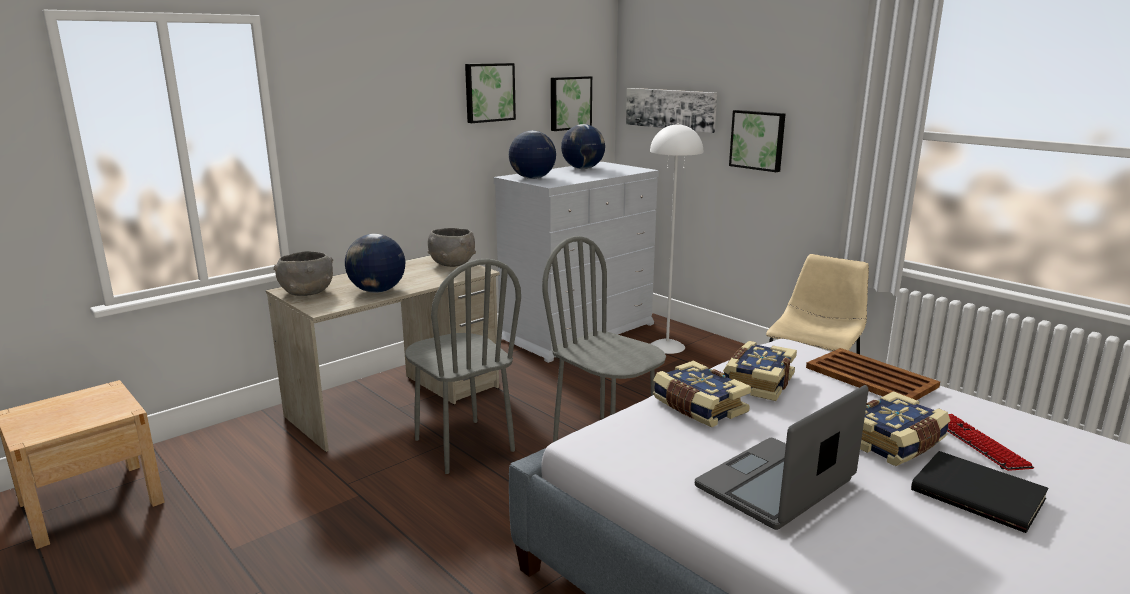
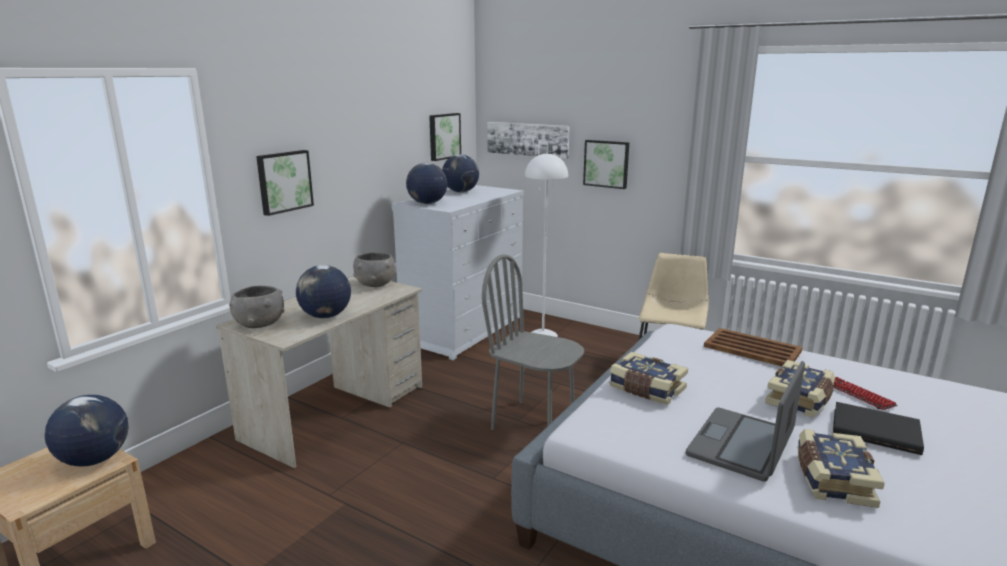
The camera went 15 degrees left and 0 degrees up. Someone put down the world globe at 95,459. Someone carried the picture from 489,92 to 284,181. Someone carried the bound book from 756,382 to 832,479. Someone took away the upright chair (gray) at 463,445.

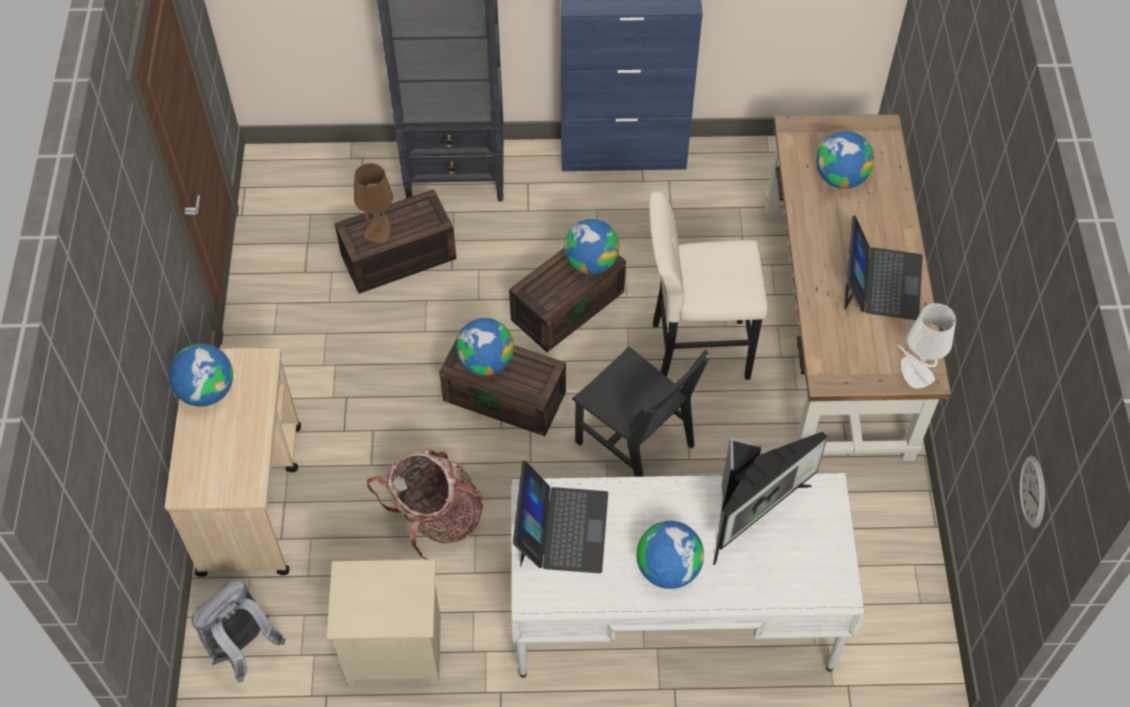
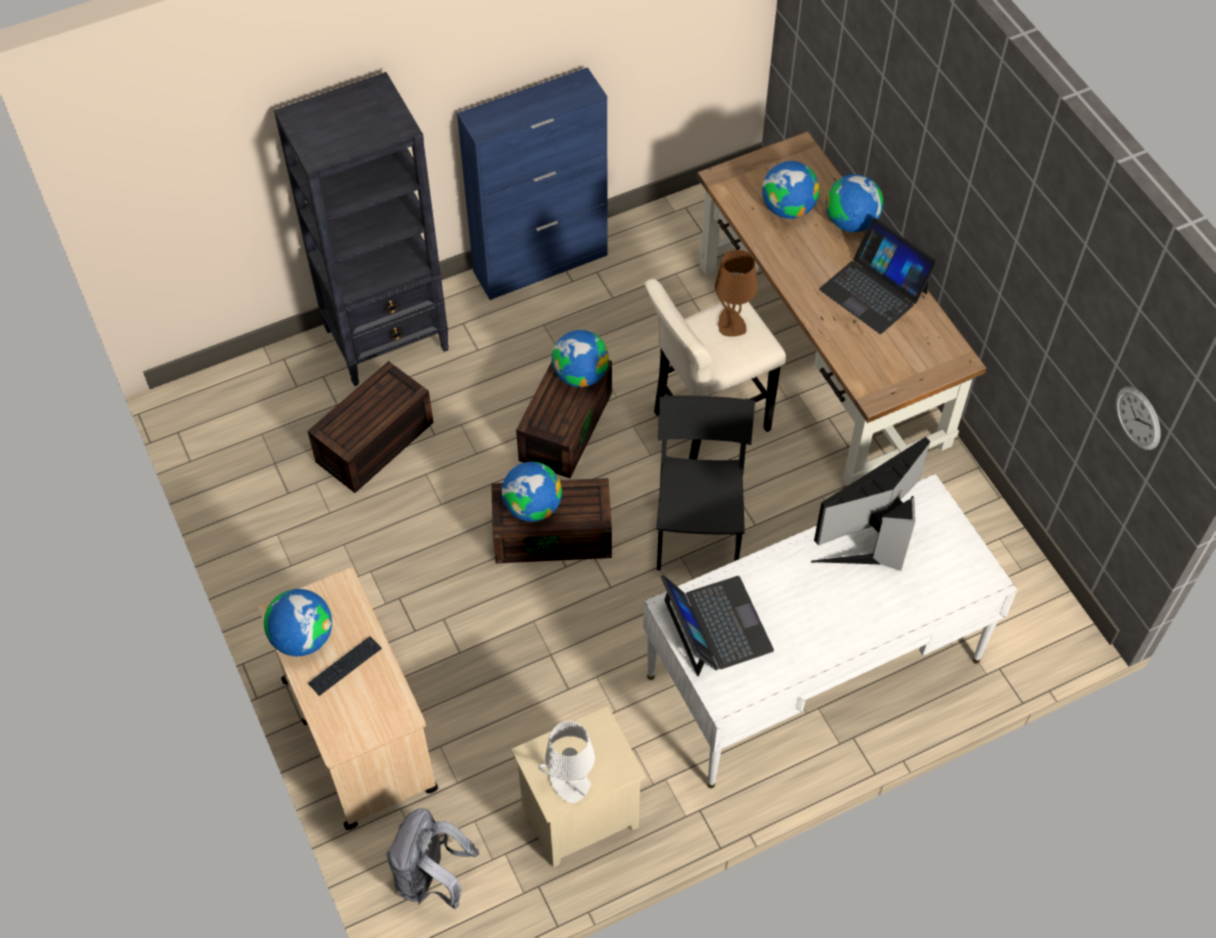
The camera went 25 degrees left and 0 degrees up. Someone put down the PC keyboard at 345,666. Someone carried the lamp for a table (white) from 915,373 to 568,785. Someone rotated the upright chair (black) at 634,444 by 105 degrees counterclockwise. Someone carried the lamp for a table (brown) from 378,230 to 730,323. Someone rotated the monitor at 750,512 by 150 degrees counterclockwise. Someone rotated the laptop at 881,281 by 150 degrees clockwise. Someone carried the world globe from 668,569 to 851,222. Someone took away the knapsack at 436,519.

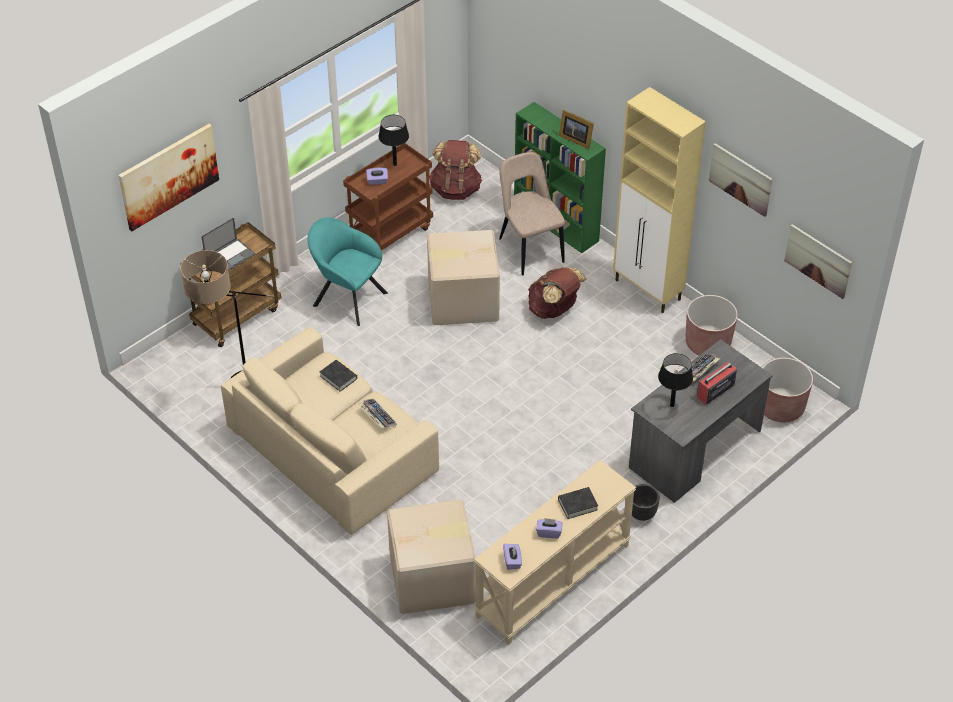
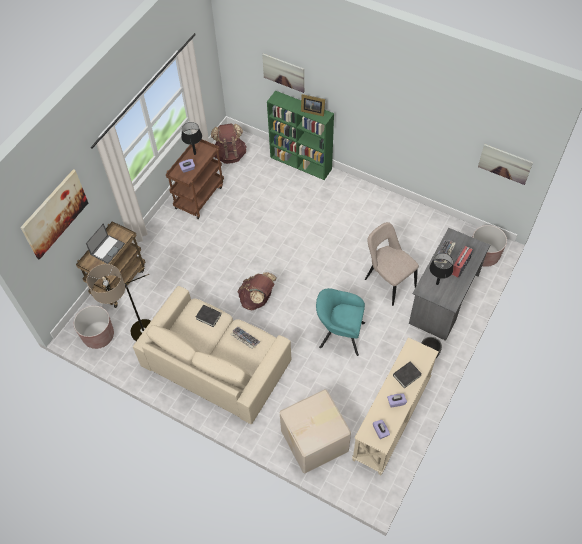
The camera went 15 degrees left and 10 degrees up. Someone carried the flower pot (brown) from 707,343 to 98,336. Someone carried the knapsack (brown) from 554,309 to 257,299. Someone carried the picture from 740,179 to 283,72. Someone carried the armchair (blue-green) from 347,297 to 339,334. Someone carried the upright chair (beige) from 529,248 to 388,282. Someone took away the cardboard box at 462,300. Someone took away the storage cabinet (beige) at 648,290.

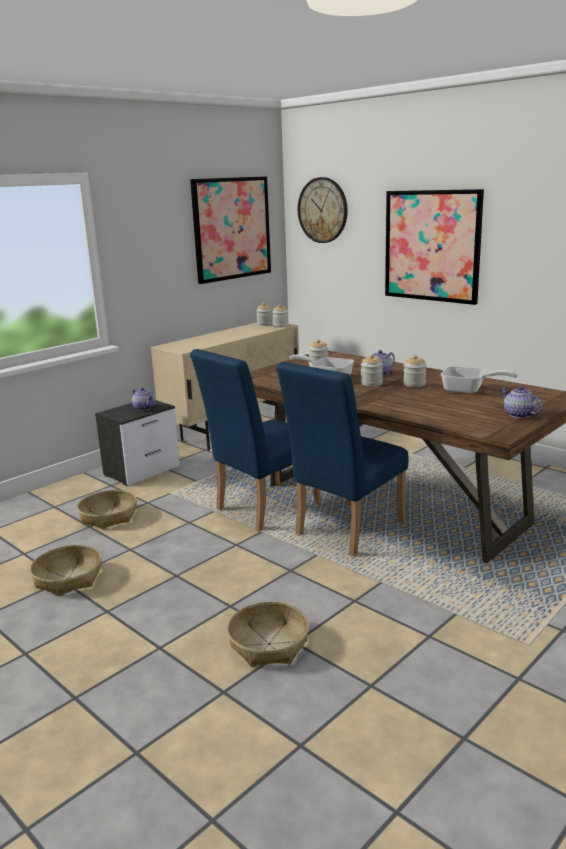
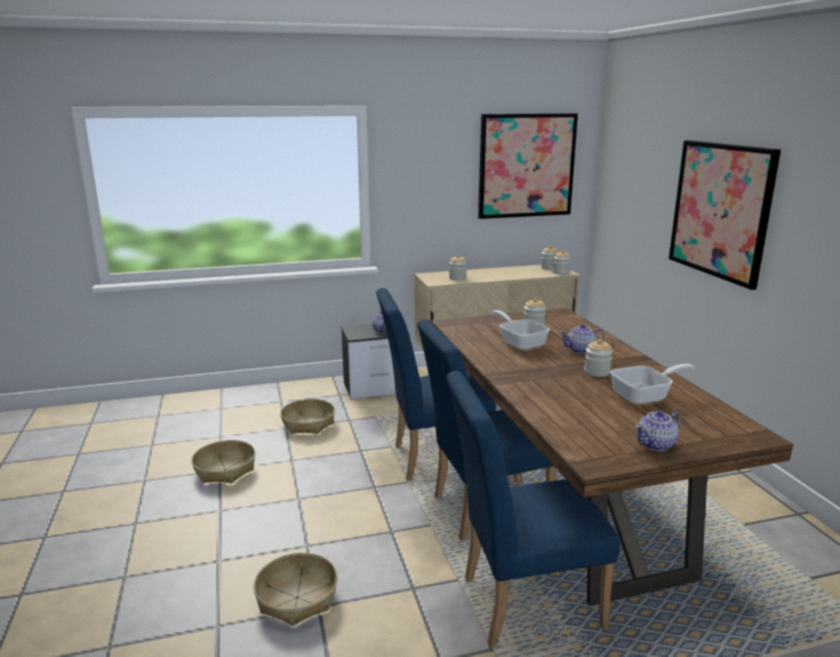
The camera went 30 degrees right and 0 degrees up. Someone put down the upright chair (blue-coloured) at 520,603. Someone carried the jar from 371,383 to 457,278. Someone rotated the pan at 468,391 by 75 degrees counterclockwise. Someone rotated the tea pot at 519,415 by 120 degrees counterclockwise. Someone took away the clock on the wall at 323,210.

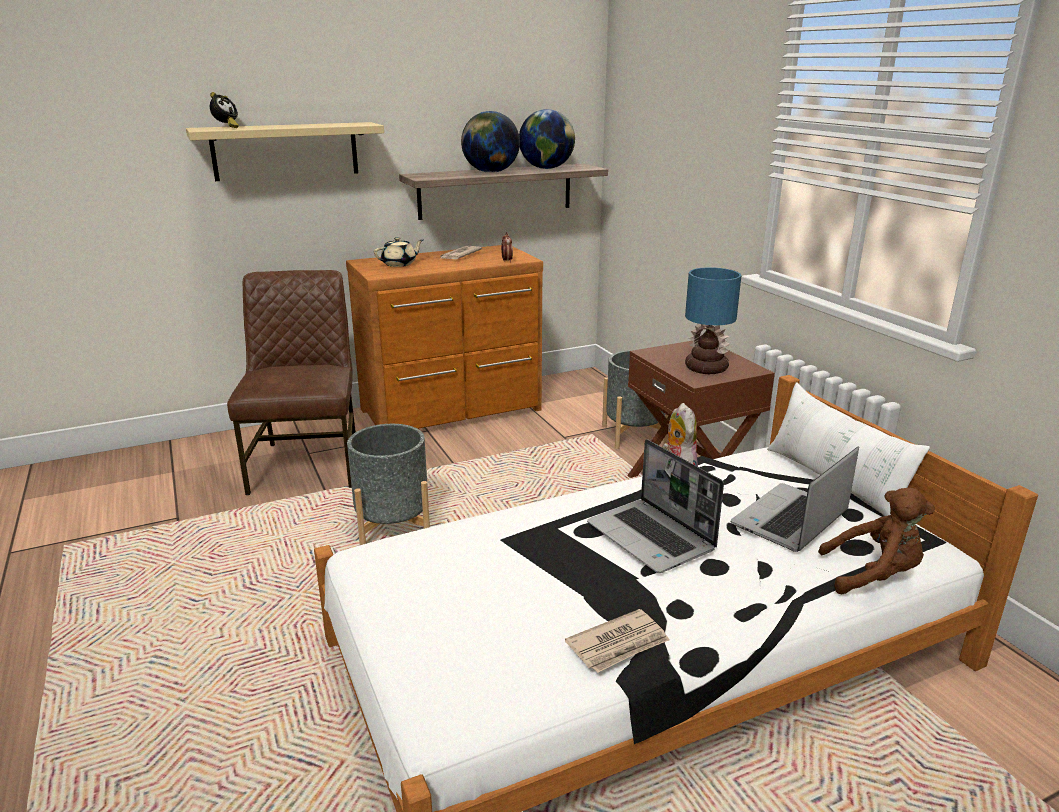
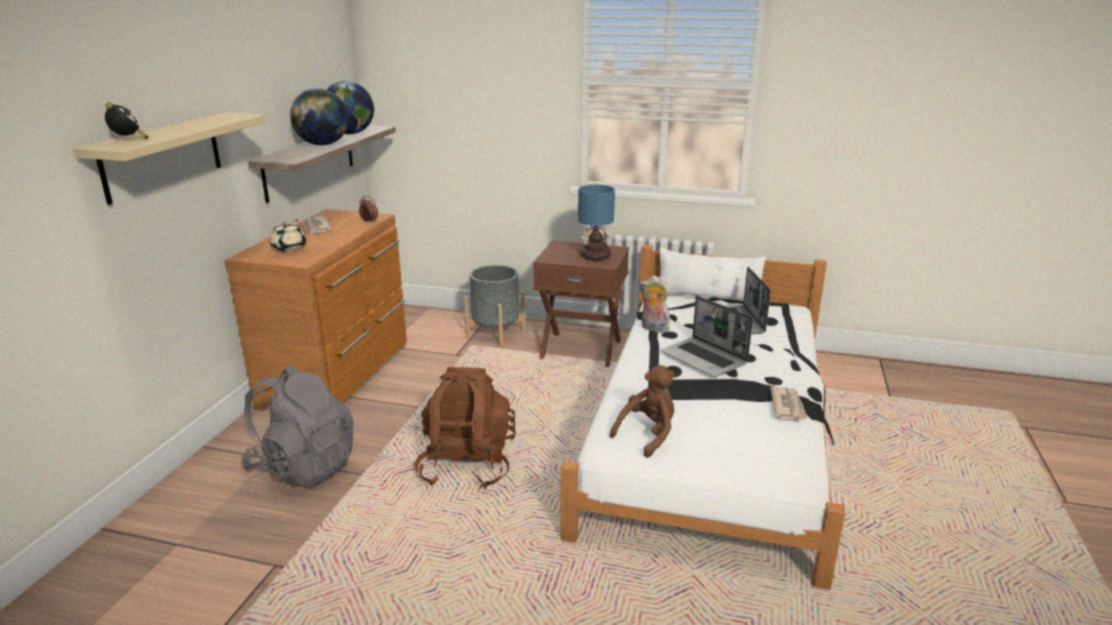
The camera went 50 degrees left and 0 degrees up. Someone swapped the upright chair (brown) at 308,464 for the knapsack (gray) at 303,467. Someone swapped the flower pot (gray) at 393,529 for the knapsack (brown) at 467,465. Someone carried the cuddly toy (brown) from 873,575 to 648,435. Someone rotated the laptop at 652,537 by 45 degrees clockwise.

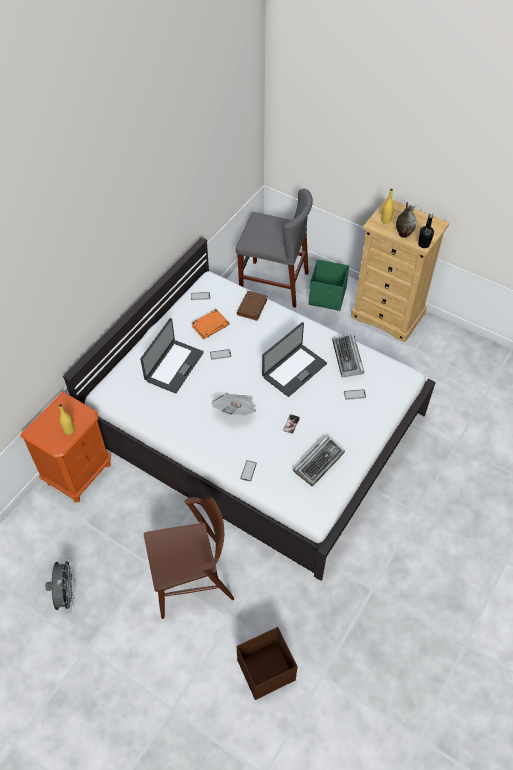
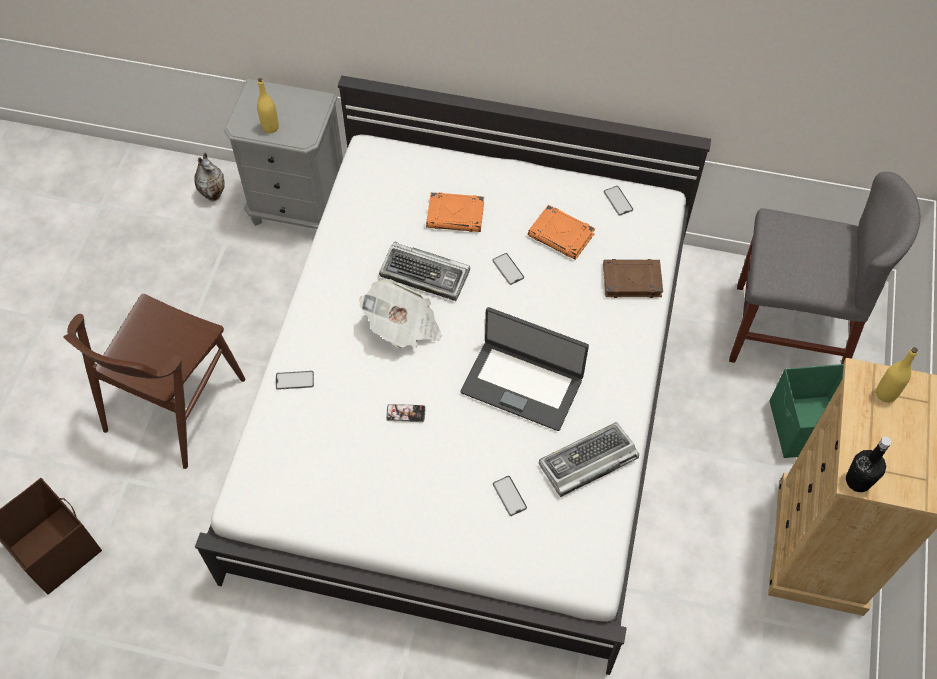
The camera went 70 degrees right and 5 degrees up. Someone rotated the upright chair (brown) at 191,579 by 60 degrees clockwise. Someone carried the vase from 403,234 to 214,194. Someone repainted the bedside table (orangey) at 79,473, which became the bedside table (gray) at 299,207. Someone carried the PC keyboard from 319,462 to 426,275. Someone swapped the laptop at 173,366 for the bound book (orangey) at 456,215. Someone rotated the upright chair (gray) at 274,283 by 75 degrees counterclockwise. Someone took away the cooling fan (gray) at 67,595.

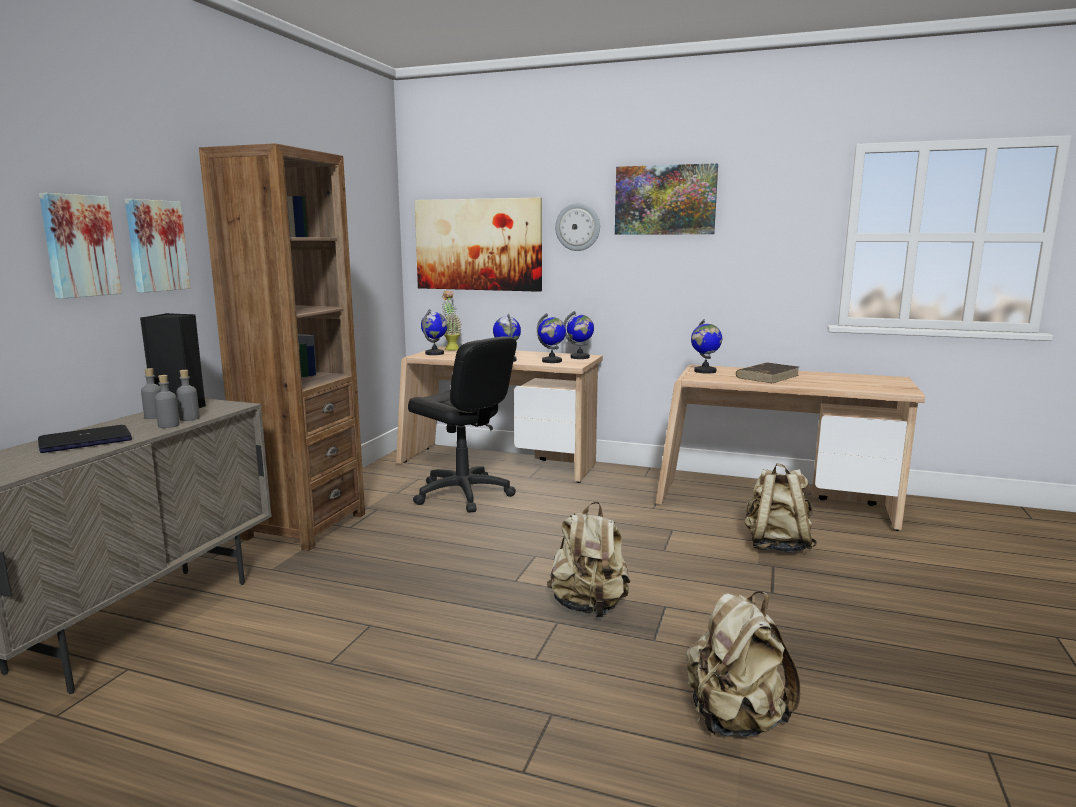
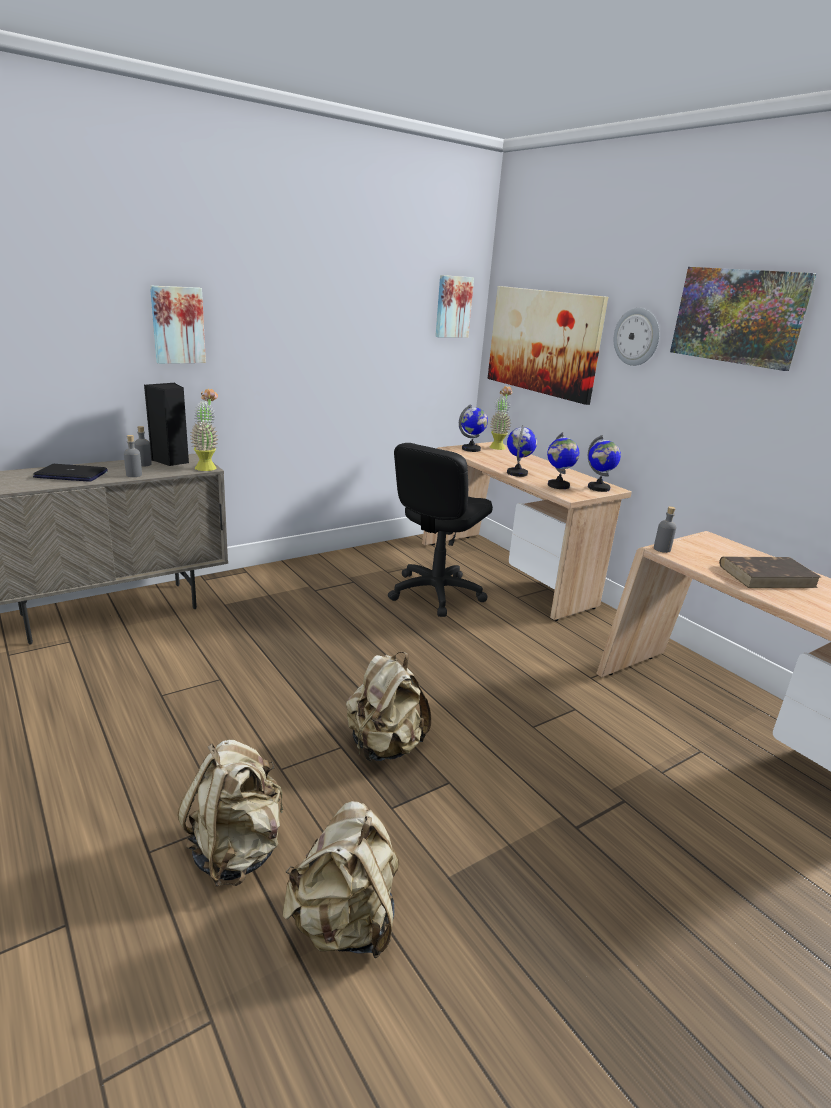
The camera went 35 degrees right and 10 degrees up. Someone carried the knapsack (beige) from 776,545 to 237,850. Someone put down the houseplant at 207,466. Someone rotated the desk chair (black) at 463,494 by 45 degrees clockwise. Someone carried the picture from 79,246 to 452,306. Someone carried the drink bottle (gray) from 189,418 to 662,549. Someone took away the bookcase (brown) at 305,526. Someone took away the world globe at 705,371.

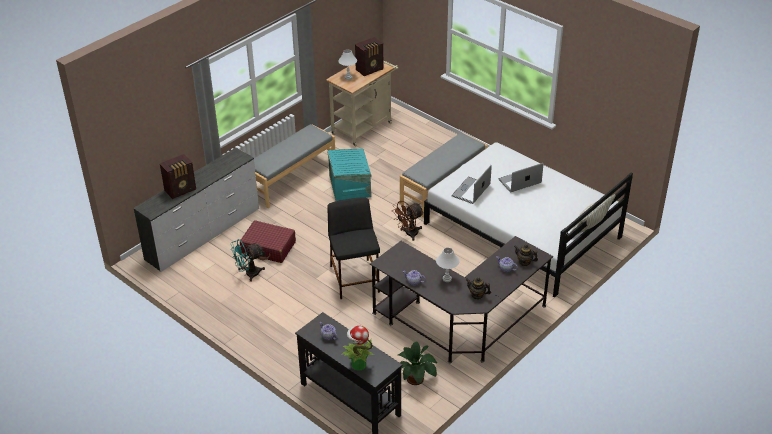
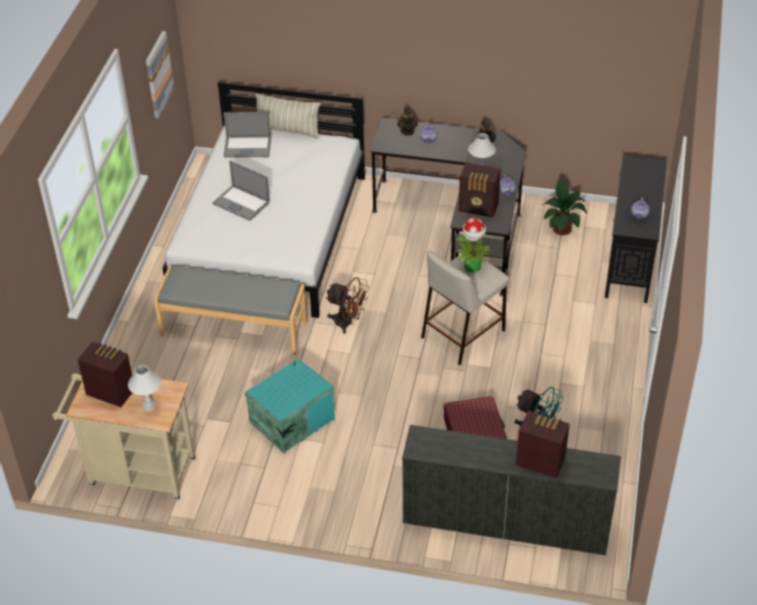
The camera went 120 degrees left and 5 degrees up. Someone put up the picture at 158,74. Someone carried the laptop from 471,190 to 247,147. Someone repainted the sitting stool (black) at 355,279, which became the sitting stool (beige) at 463,333. Someone carried the houseplant from 358,365 to 473,267. Someone put down the radio at 479,208. Someone took away the long seat (gray) at 291,179.

